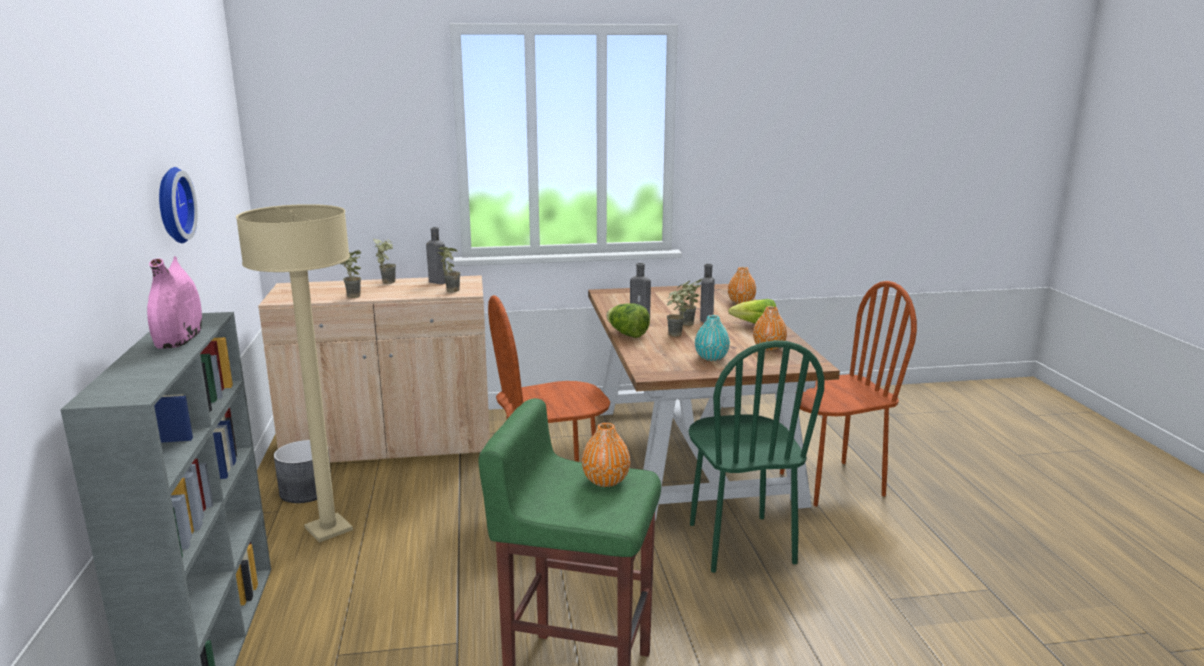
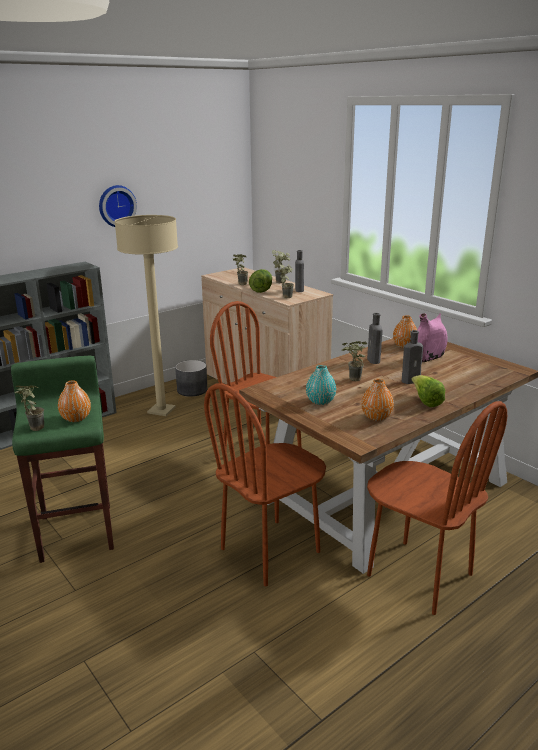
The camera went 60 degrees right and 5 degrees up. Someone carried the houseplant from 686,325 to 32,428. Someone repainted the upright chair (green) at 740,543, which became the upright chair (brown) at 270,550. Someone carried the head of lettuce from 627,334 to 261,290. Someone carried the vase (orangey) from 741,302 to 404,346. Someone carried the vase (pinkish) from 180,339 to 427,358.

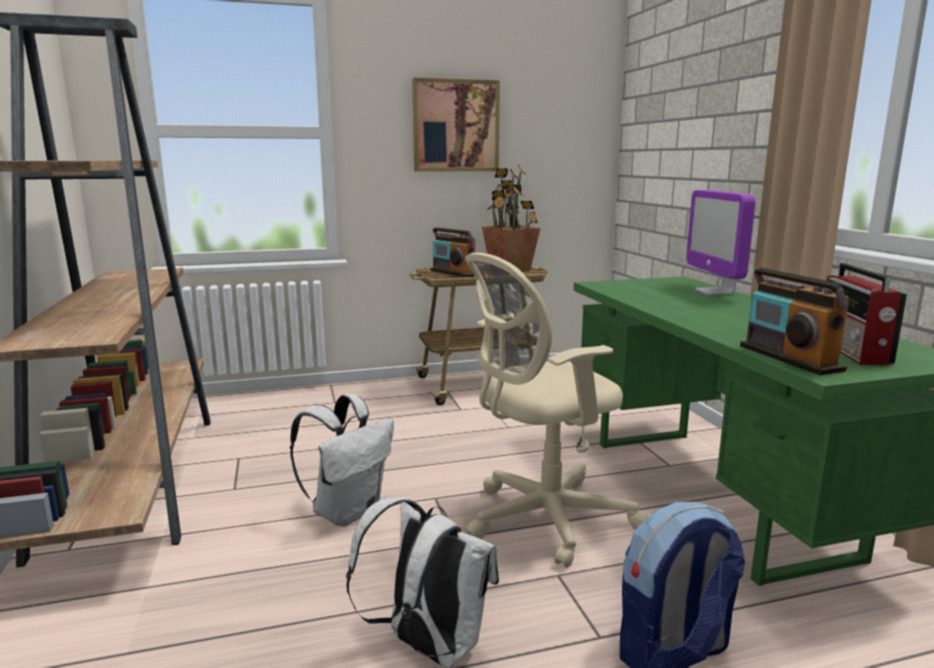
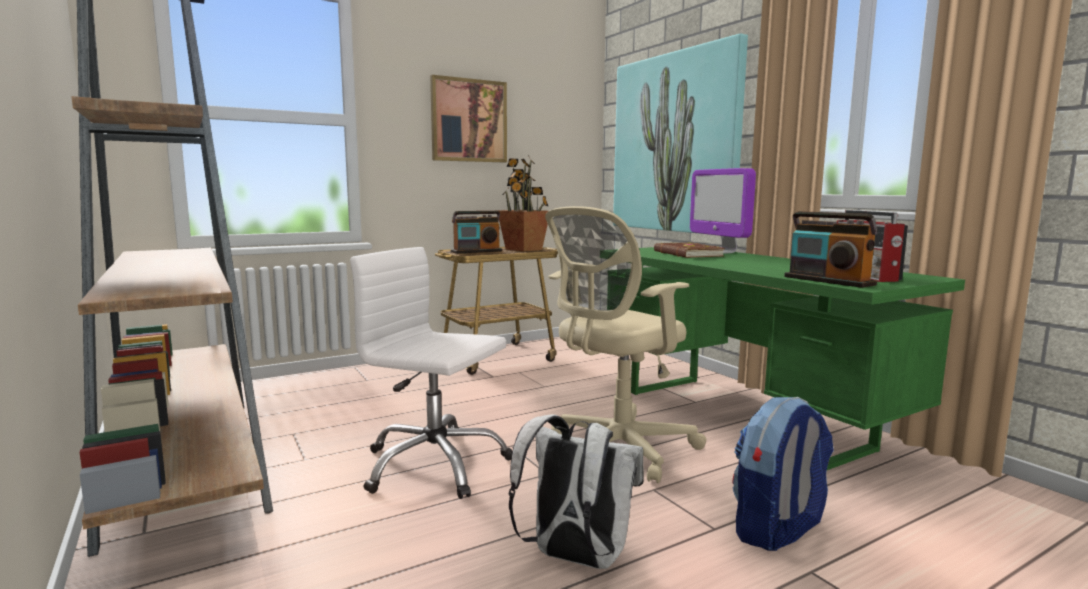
The camera went 15 degrees left and 5 degrees down. Someone swapped the knapsack (white) at 348,511 for the desk chair (white) at 434,465. Someone rotated the radio at 453,273 by 60 degrees counterclockwise. Someone put up the picture at 675,143. Someone put down the bound book (brown) at 687,254.

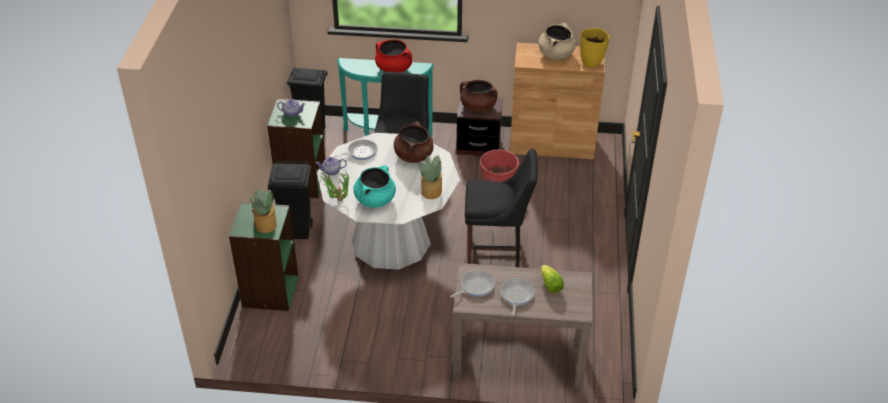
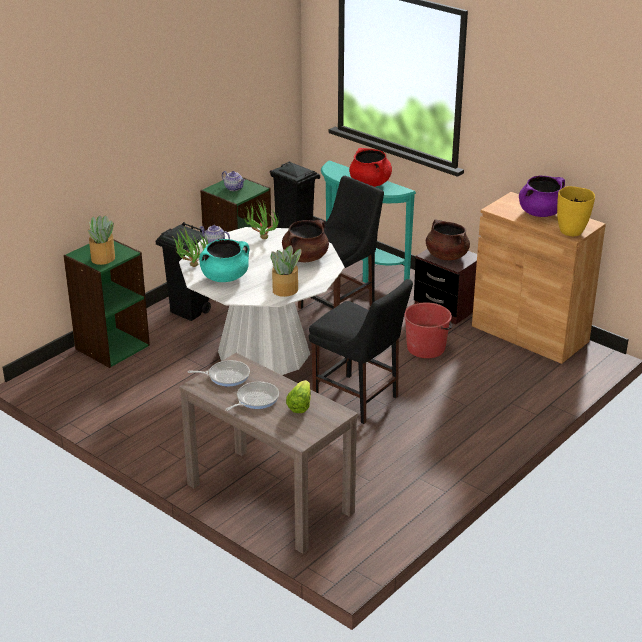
The camera went 35 degrees right and 10 degrees down. Someone swapped the pan at 360,152 for the houseplant at 260,238. Someone repainted the stockpot (beige) at 556,54, which became the stockpot (purple-coloured) at 540,213.

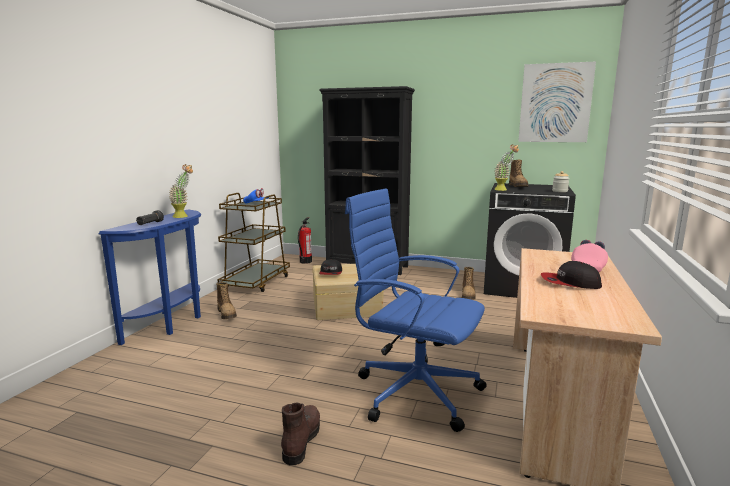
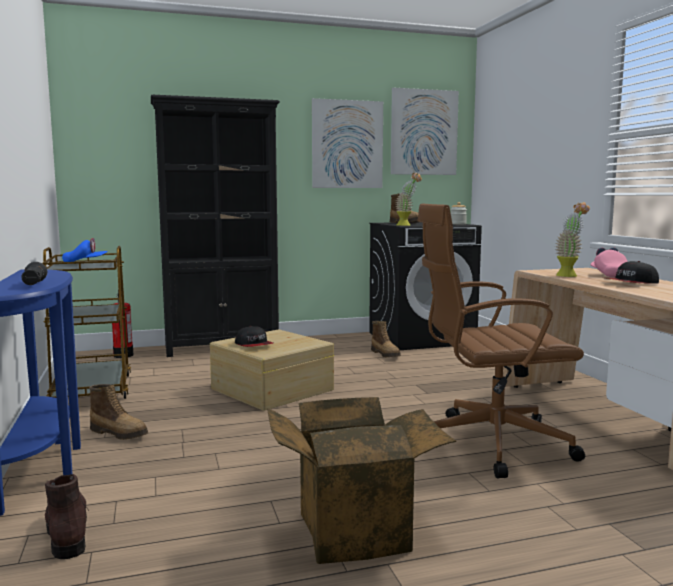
The camera went 35 degrees left and 5 degrees down. Someone carried the tall boot (brown) from 301,440 to 67,532. Someone put down the cardboard box at 354,529. Someone put up the picture at 347,144. Someone repainted the desk chair (blue-coloured) at 414,391, which became the desk chair (brown) at 489,443. Someone carried the houseplant from 184,216 to 569,275.

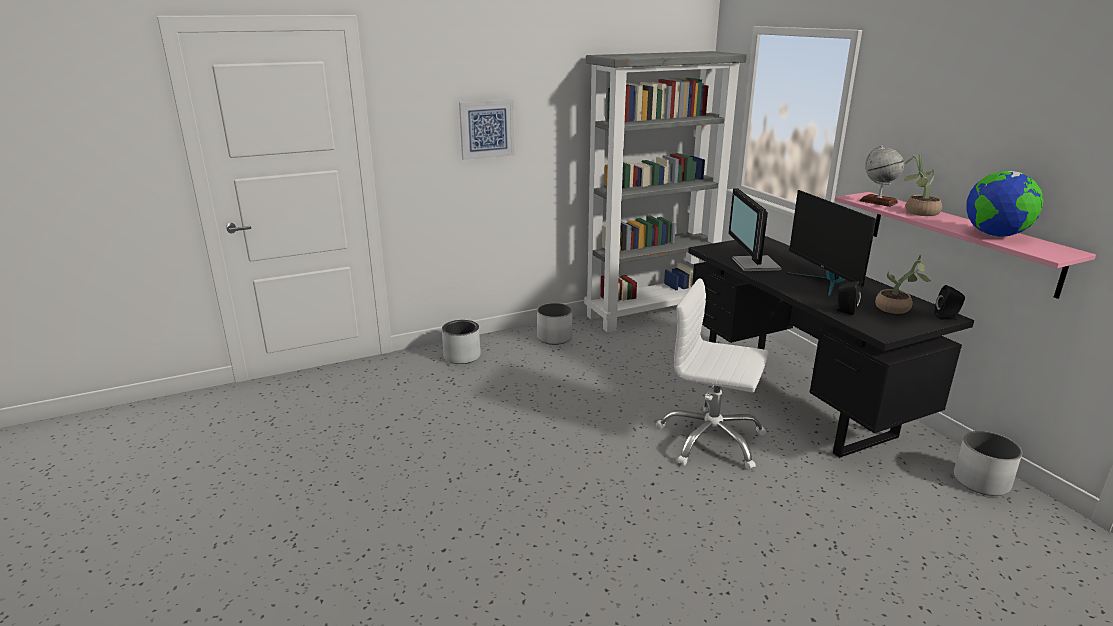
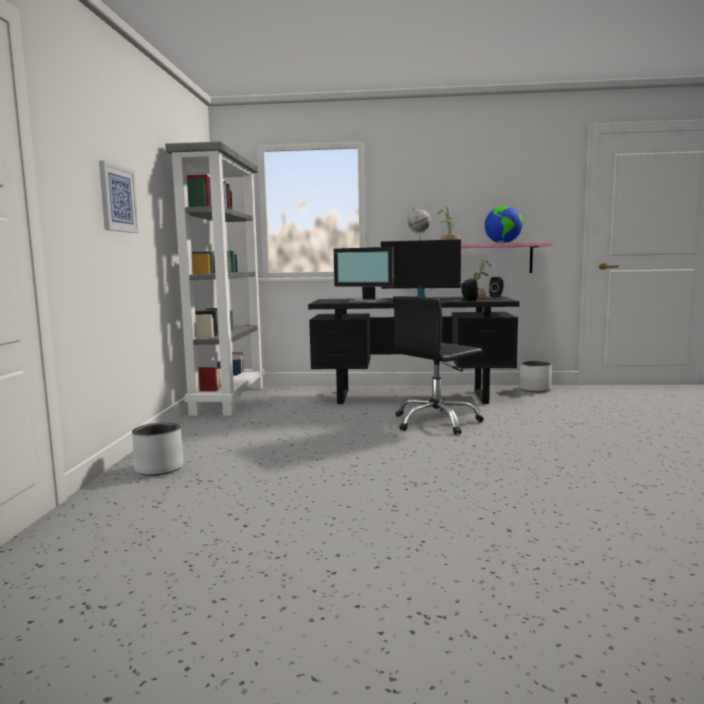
The camera went 60 degrees left and 15 degrees down. Someone repainted the desk chair (white) at 710,440, which became the desk chair (black) at 436,422. Someone took away the flower pot (white) at 554,338.

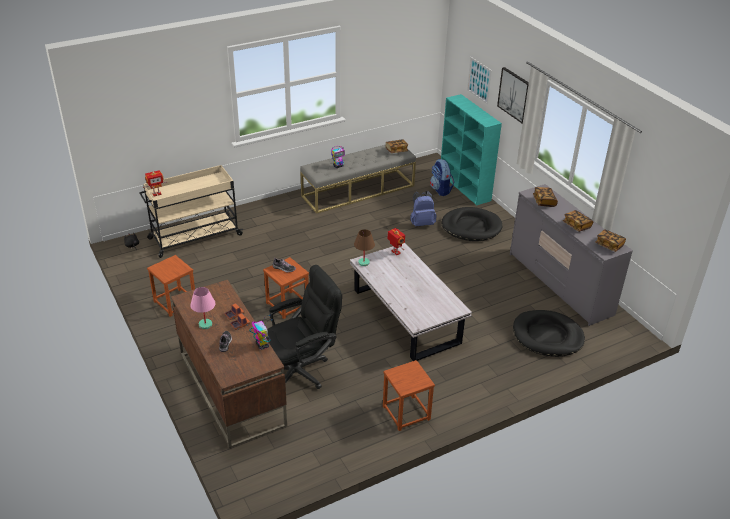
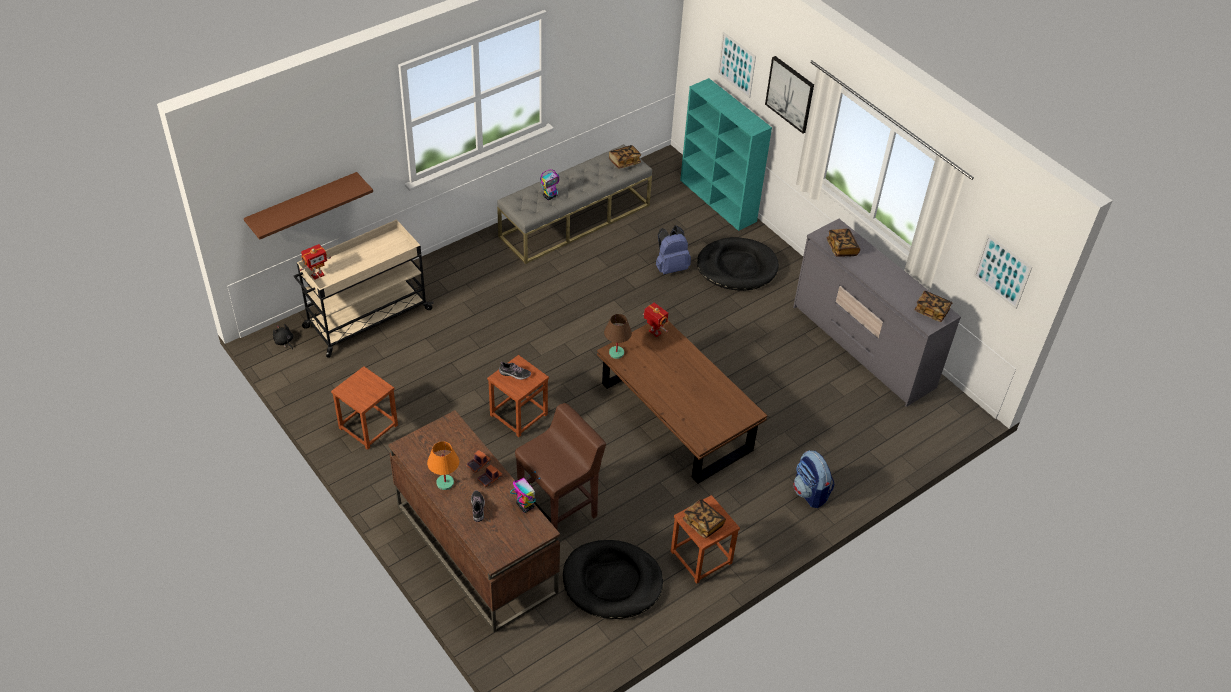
The camera went 10 degrees left and 10 degrees up. Someone put up the shelf (brown) at 303,205. Someone repainted the lamp for a table (pinkish) at 205,325, which became the lamp for a table (orangey) at 445,483. Someone swapped the desk chair (black) at 302,369 for the sitting stool (brown) at 559,510. Someone carried the pet bed (black) from 547,336 to 612,582. Someone repainted the low table (white) at 406,316, which became the low table (brown) at 676,416. Someone carried the bound book from 576,226 to 703,523. Someone carried the knapsack from 441,190 to 810,493. Someone put up the picture at 1002,271.

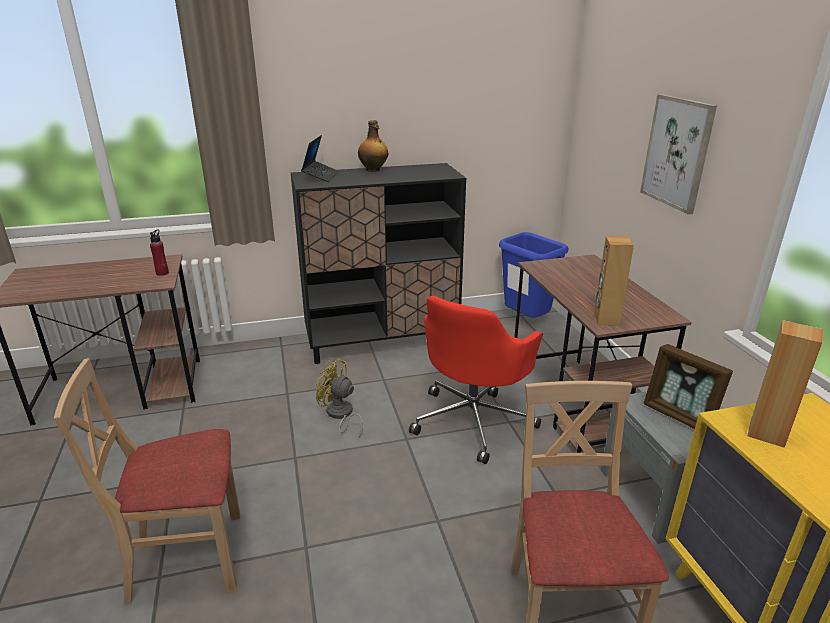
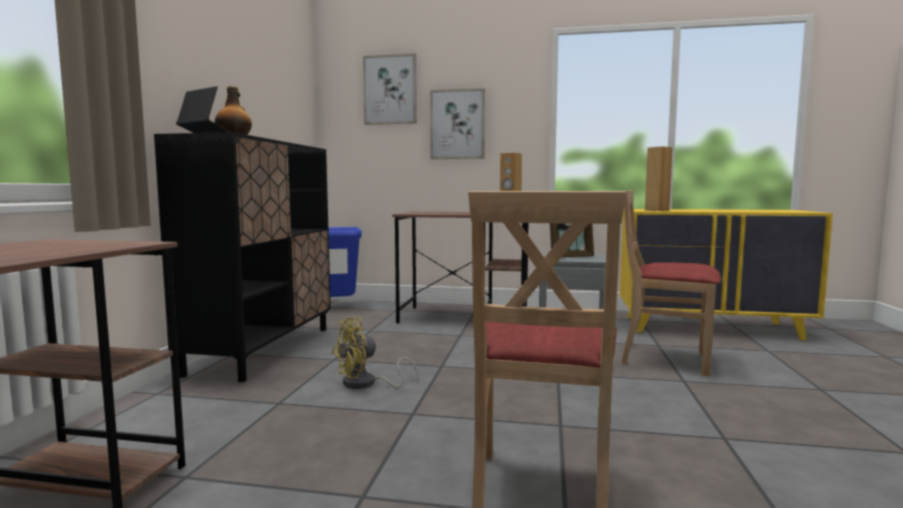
The camera went 65 degrees left and 20 degrees down. Someone put up the picture at 390,90. Someone took away the drink bottle (red-coloured) at 162,273. Someone took away the desk chair (red-coloured) at 473,420.

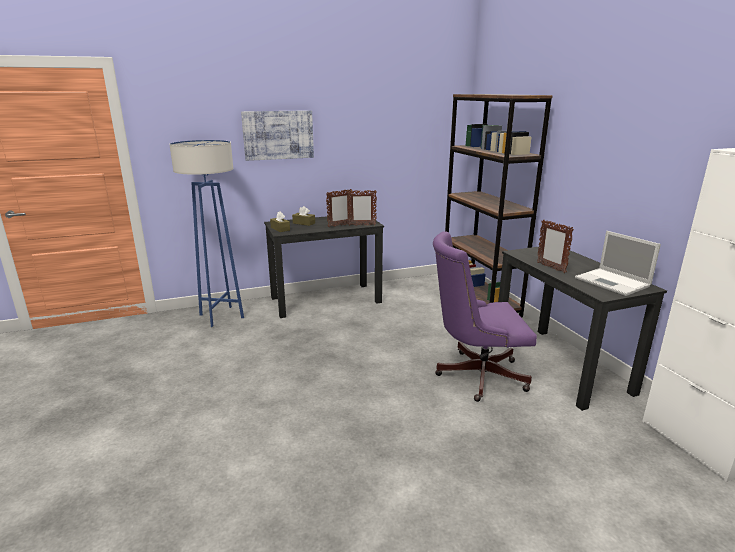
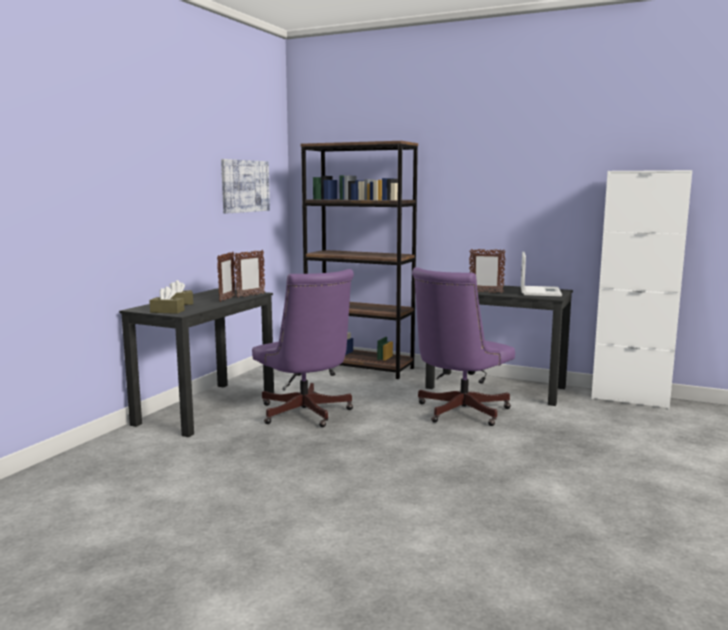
The camera went 45 degrees left and 10 degrees down. Someone carried the picture from 278,135 to 245,186. Someone put down the desk chair (purple-coloured) at 306,414. Someone rotated the laptop at 613,282 by 90 degrees counterclockwise. Someone took away the floor lamp (blue-coloured) at 221,316.

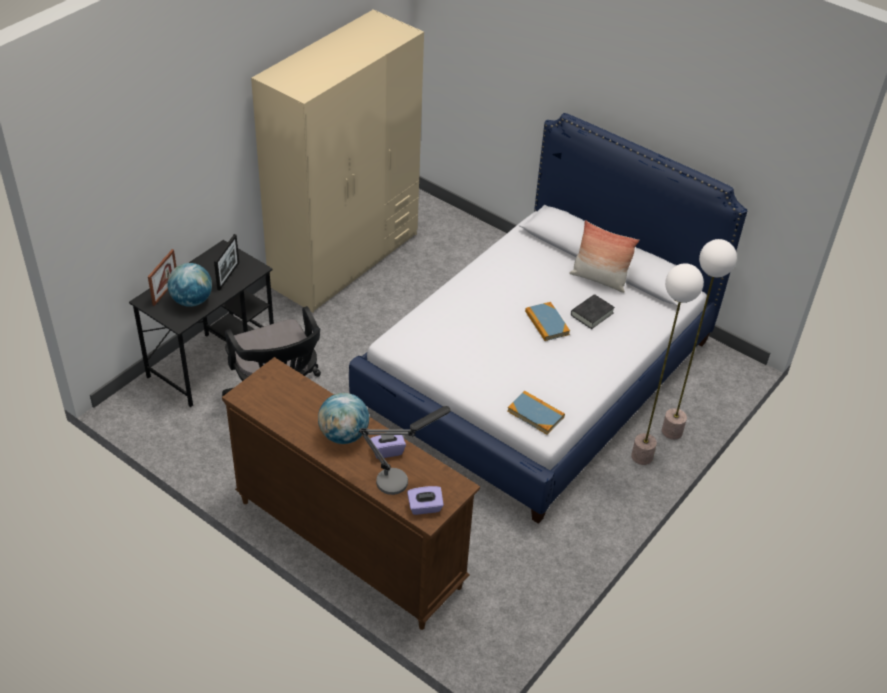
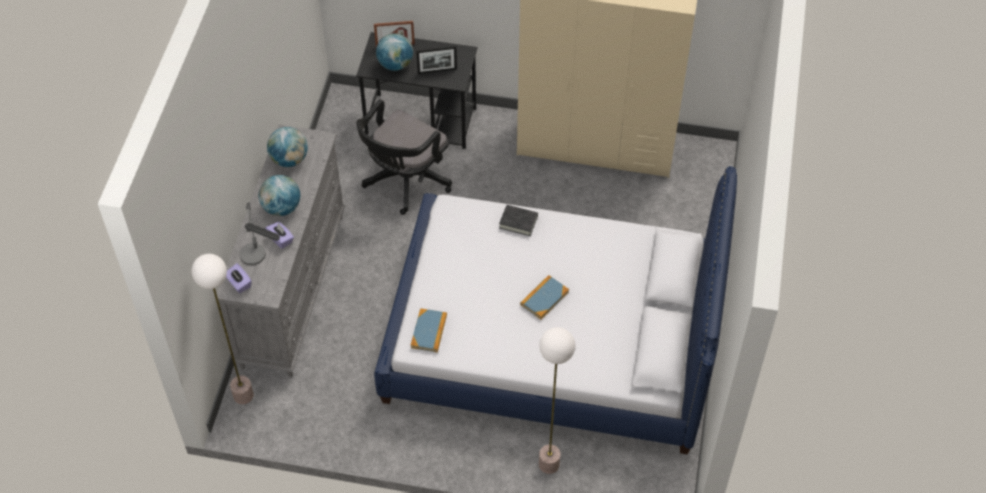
The camera went 65 degrees right and 10 degrees up. Someone carried the floor lamp from 642,457 to 243,395. Someone repainted the drawer chest (brown) at 348,543, which became the drawer chest (gray) at 293,289. Someone put down the world globe at 289,160. Someone carried the bound book (black) from 592,314 to 518,222. Someone took away the pillow at 599,279.

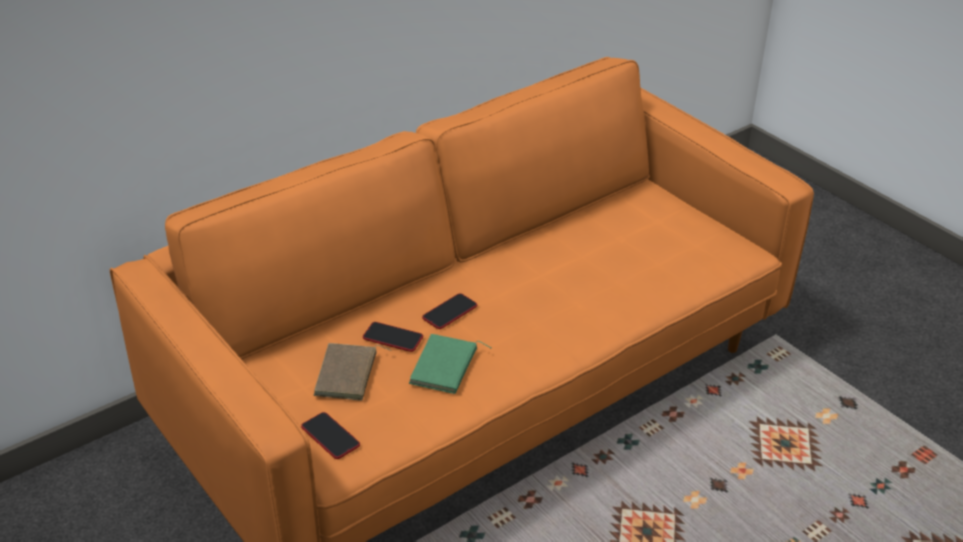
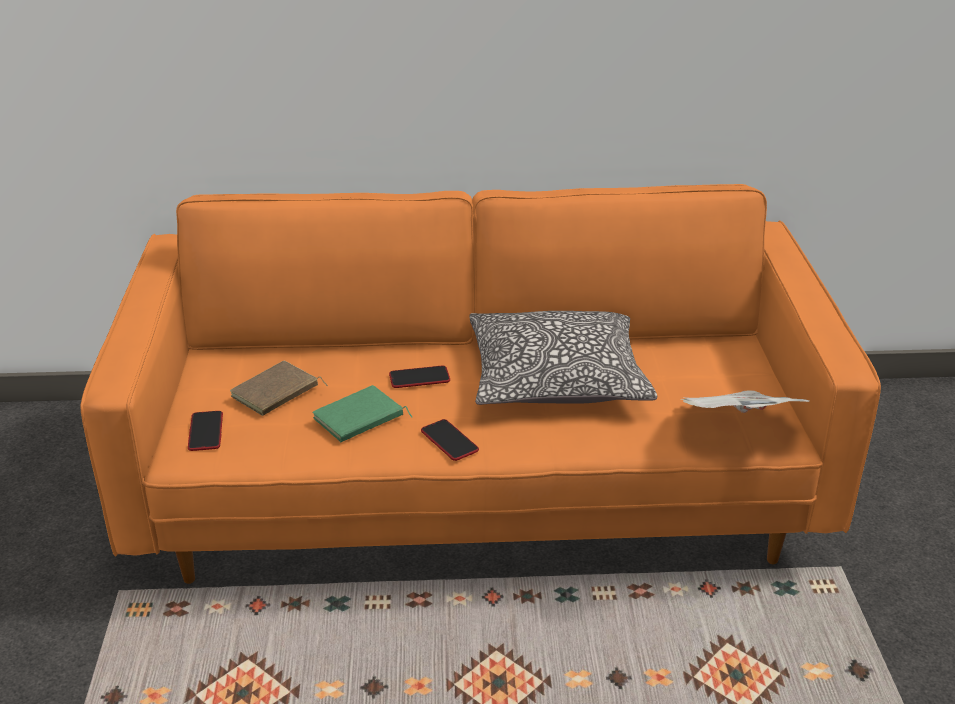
The camera went 35 degrees right and 5 degrees down. Someone carried the telephone from 393,338 to 449,441. Someone put down the pillow at 556,378. Someone put down the newspaper at 739,428.

